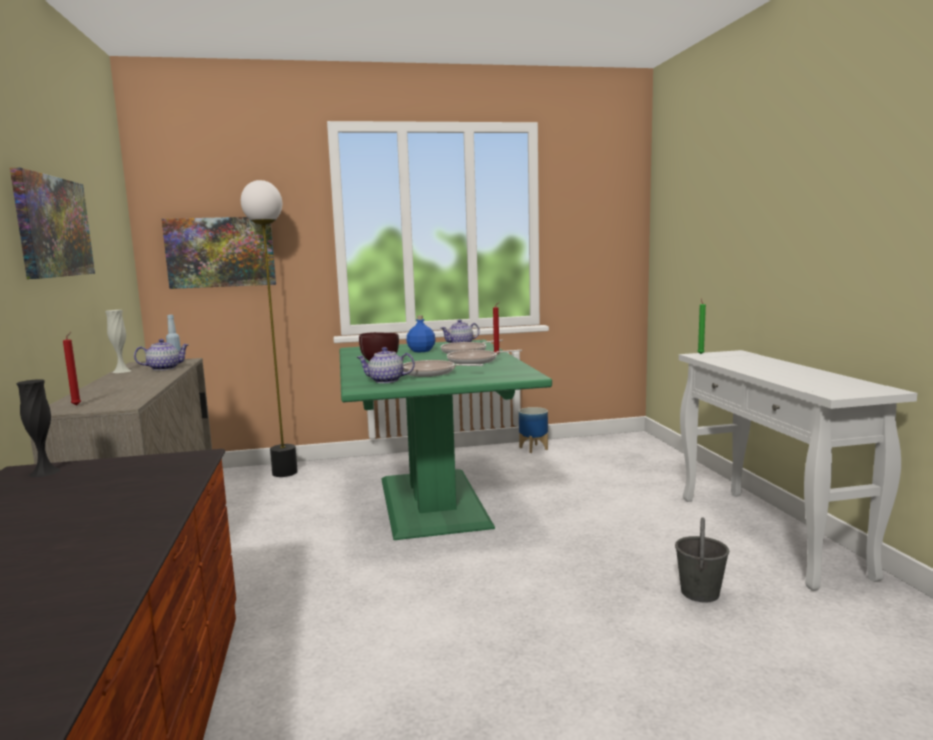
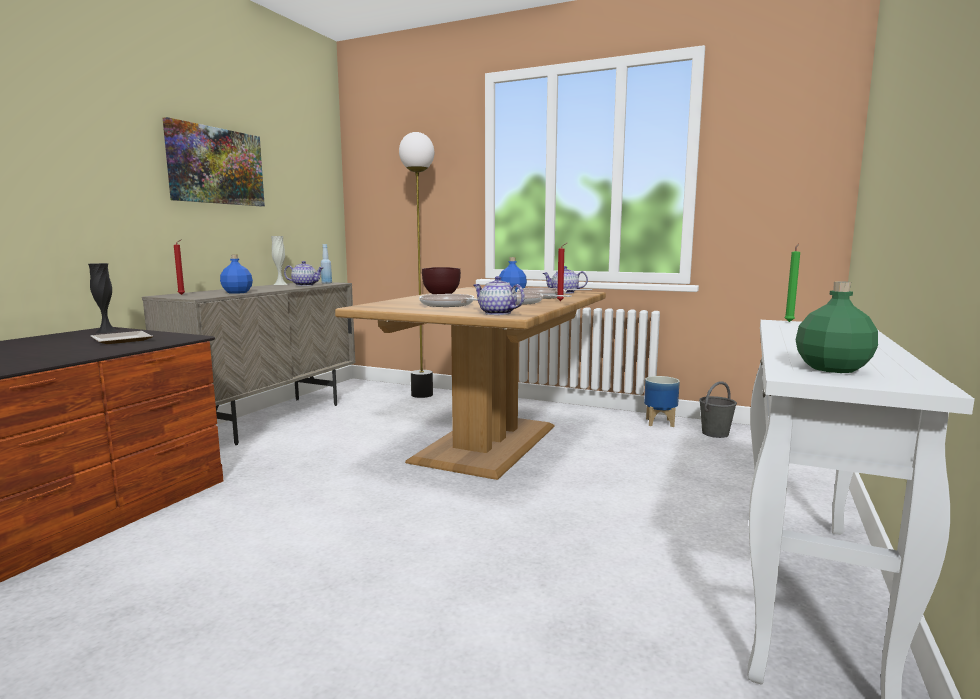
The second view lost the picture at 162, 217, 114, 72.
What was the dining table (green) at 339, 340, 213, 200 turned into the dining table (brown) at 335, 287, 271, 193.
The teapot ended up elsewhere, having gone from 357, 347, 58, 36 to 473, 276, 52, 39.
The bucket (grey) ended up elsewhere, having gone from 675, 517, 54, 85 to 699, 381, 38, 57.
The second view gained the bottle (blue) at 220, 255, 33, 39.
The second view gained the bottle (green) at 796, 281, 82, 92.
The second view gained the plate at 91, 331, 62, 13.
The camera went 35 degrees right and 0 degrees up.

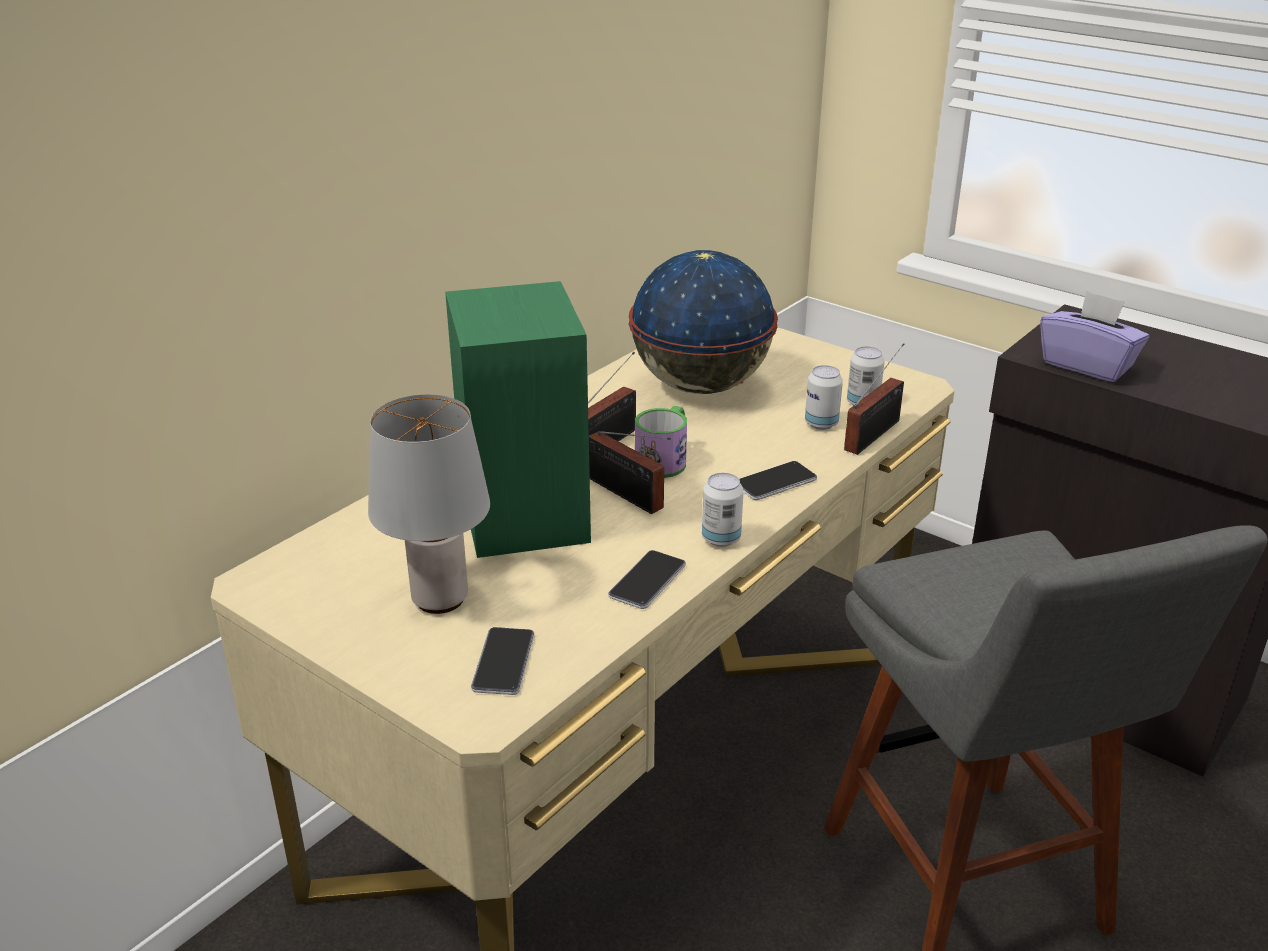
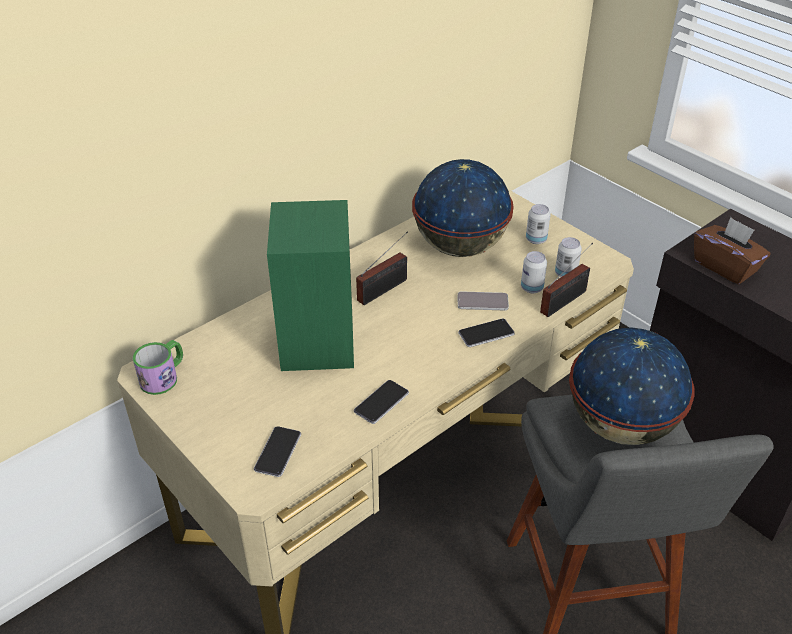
What was the tissue box (purple) at 1040, 291, 109, 91 turned into the tissue box (brown) at 694, 217, 77, 67.
The second view lost the table lamp (grey) at 368, 395, 122, 219.
The mug ended up elsewhere, having gone from 635, 406, 52, 72 to 133, 340, 50, 55.
The second view lost the radio at 589, 431, 82, 83.
The can ended up elsewhere, having gone from 702, 473, 42, 74 to 526, 204, 25, 40.
The second view gained the phone at 458, 291, 51, 20.
The second view gained the globe at 569, 327, 126, 118.
The camera went 10 degrees right and 10 degrees up.

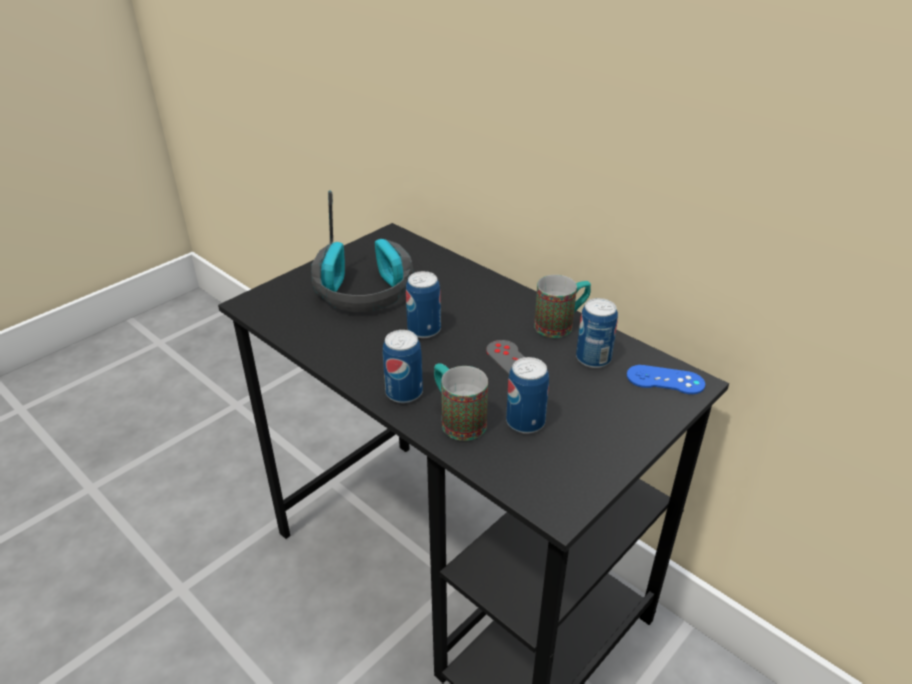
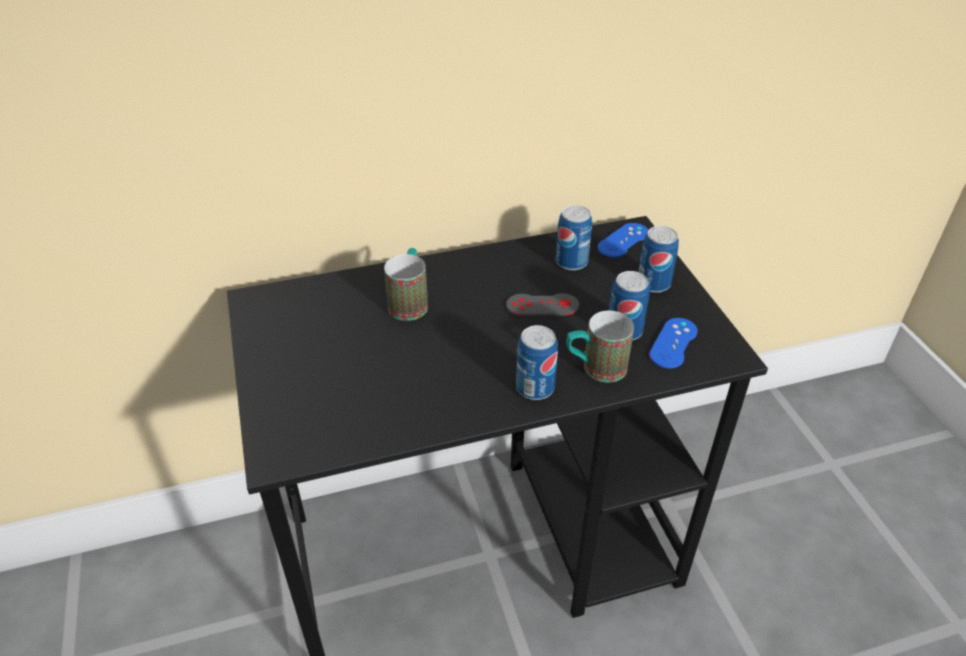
The second view lost the headphones at 311, 190, 103, 122.
The can ended up elsewhere, having gone from 406, 271, 35, 67 to 638, 226, 41, 67.
The mug ended up elsewhere, having gone from 534, 275, 57, 63 to 384, 248, 44, 73.
The second view gained the game controller (blue) at 649, 318, 49, 51.
The camera went 60 degrees left and 5 degrees up.

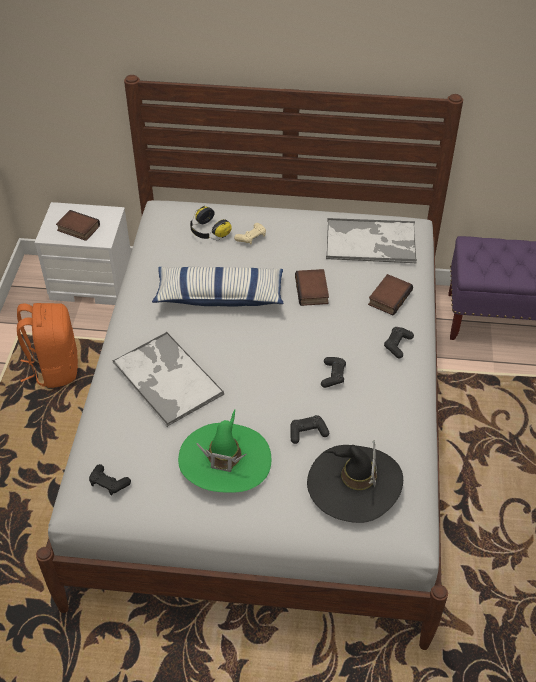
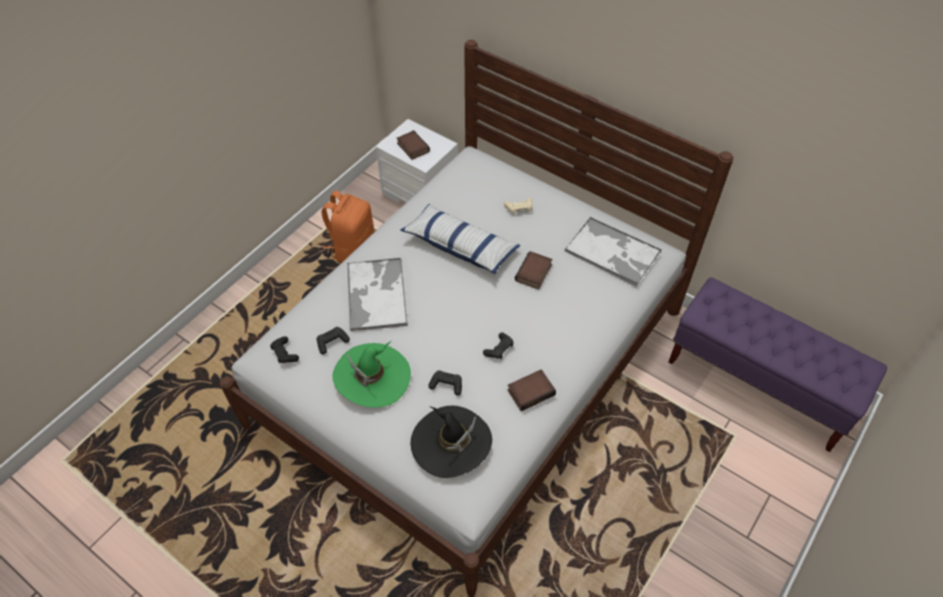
The second view lost the headphones at 190, 206, 42, 35.
The book ended up elsewhere, having gone from 368, 274, 45, 42 to 508, 369, 48, 42.
The game controller (black) ended up elsewhere, having gone from 384, 327, 30, 31 to 317, 327, 33, 27.
The camera went 30 degrees right and 5 degrees up.

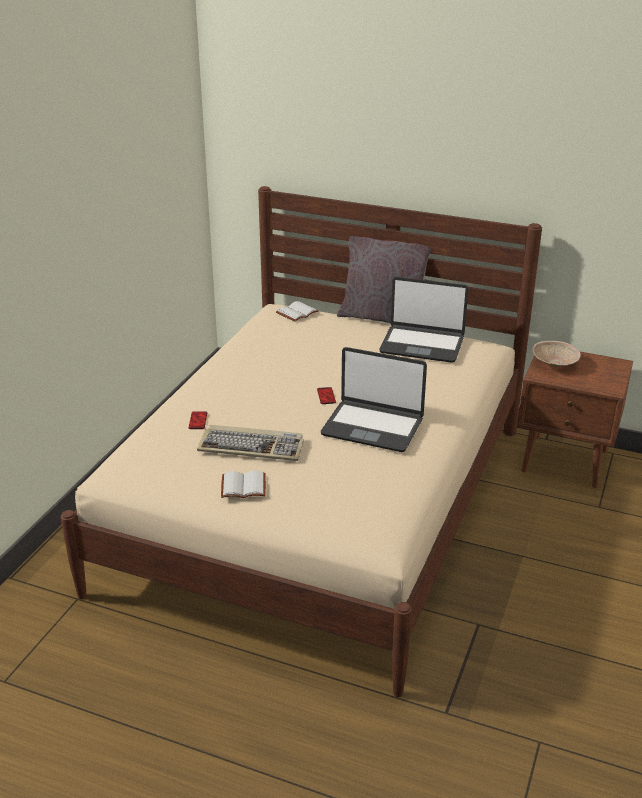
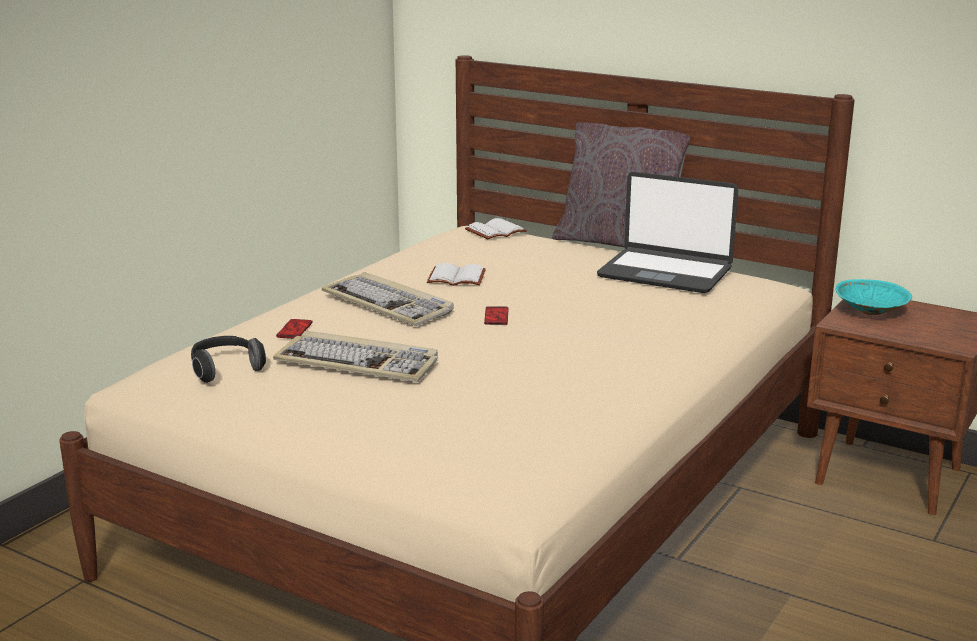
What was the bowl (beige) at 533, 341, 48, 26 turned into the bowl (turquoise) at 835, 279, 77, 36.
The second view lost the laptop at 321, 347, 106, 105.
The book (white) ended up elsewhere, having gone from 221, 471, 45, 27 to 427, 263, 59, 23.
The second view gained the keyboard at 322, 272, 132, 54.
The second view gained the headphones at 191, 336, 75, 47.
The camera went 10 degrees right and 10 degrees down.

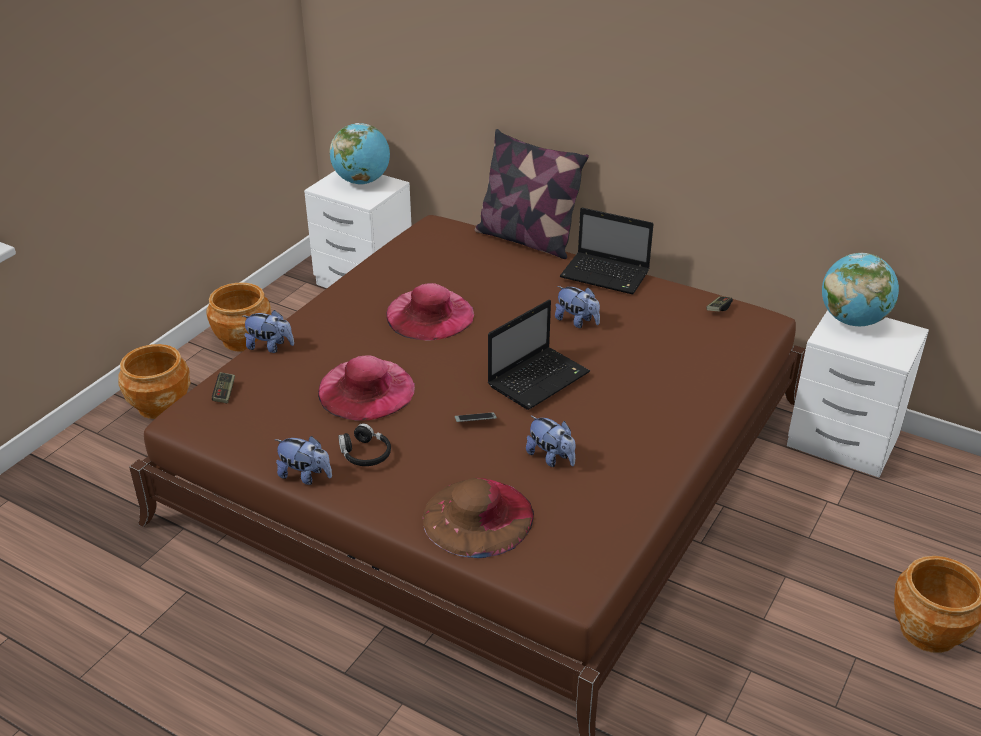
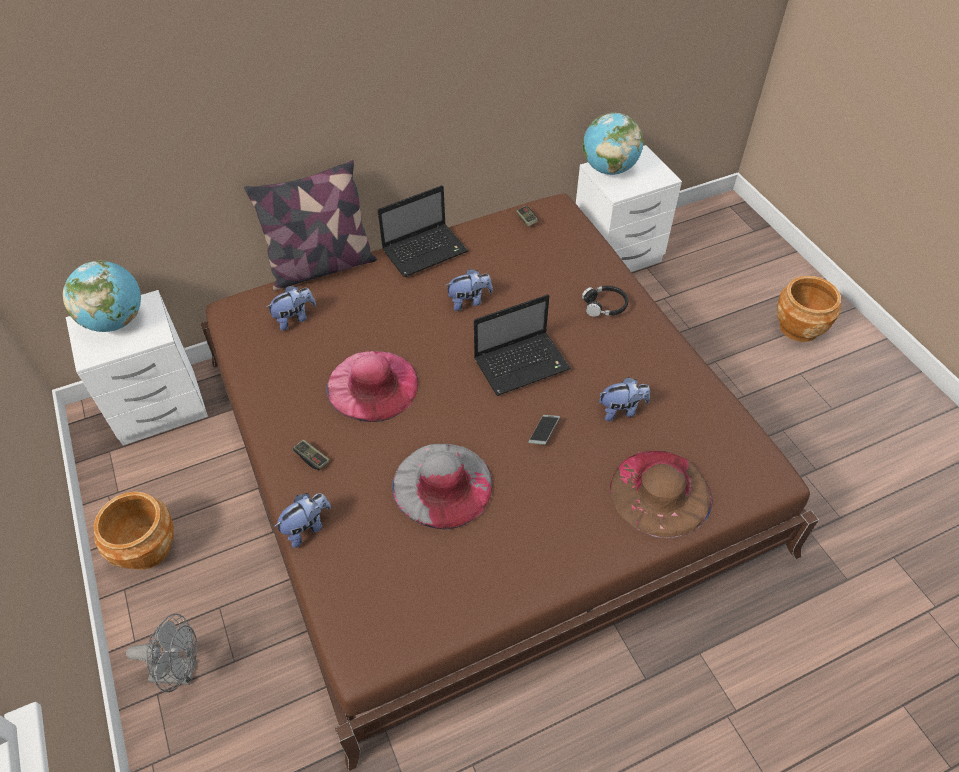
The laptop at 488, 300, 102, 110 ended up facing another way, 75 degrees clockwise from before.
Where the planter (brown) stood at 118, 344, 73, 75, the fan (grey) came to stand at 126, 614, 71, 78.
What was the hat (pink) at 318, 356, 97, 65 turned into the hat (grey) at 392, 444, 100, 86.
The game controller ended up elsewhere, having gone from 212, 372, 23, 31 to 293, 439, 37, 31.
The headphones (black) ended up elsewhere, having gone from 338, 423, 53, 43 to 582, 286, 46, 31.
The plush toy ended up elsewhere, having gone from 275, 436, 57, 49 to 266, 286, 50, 45.
The camera went 55 degrees left and 15 degrees up.

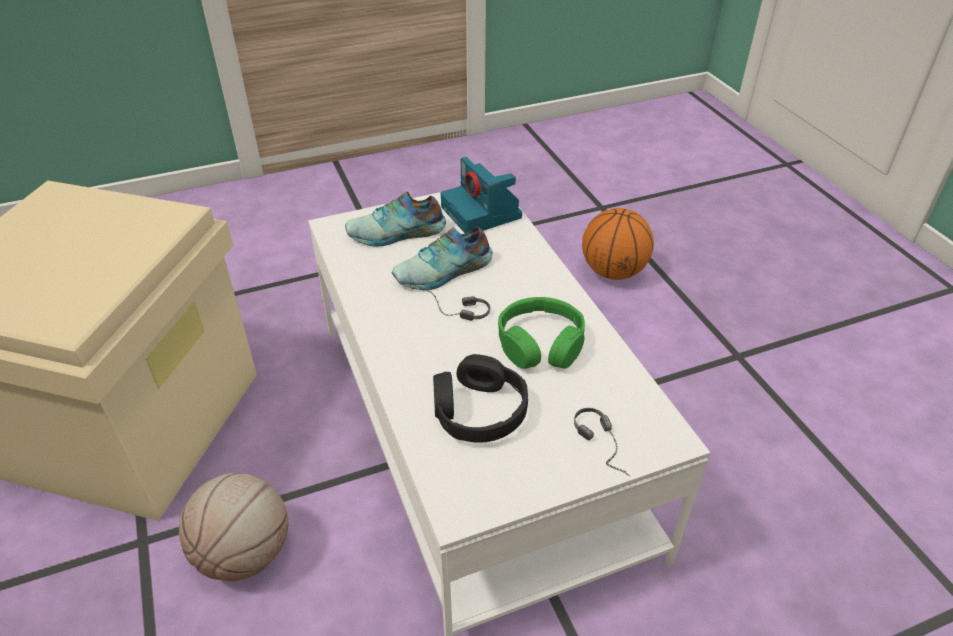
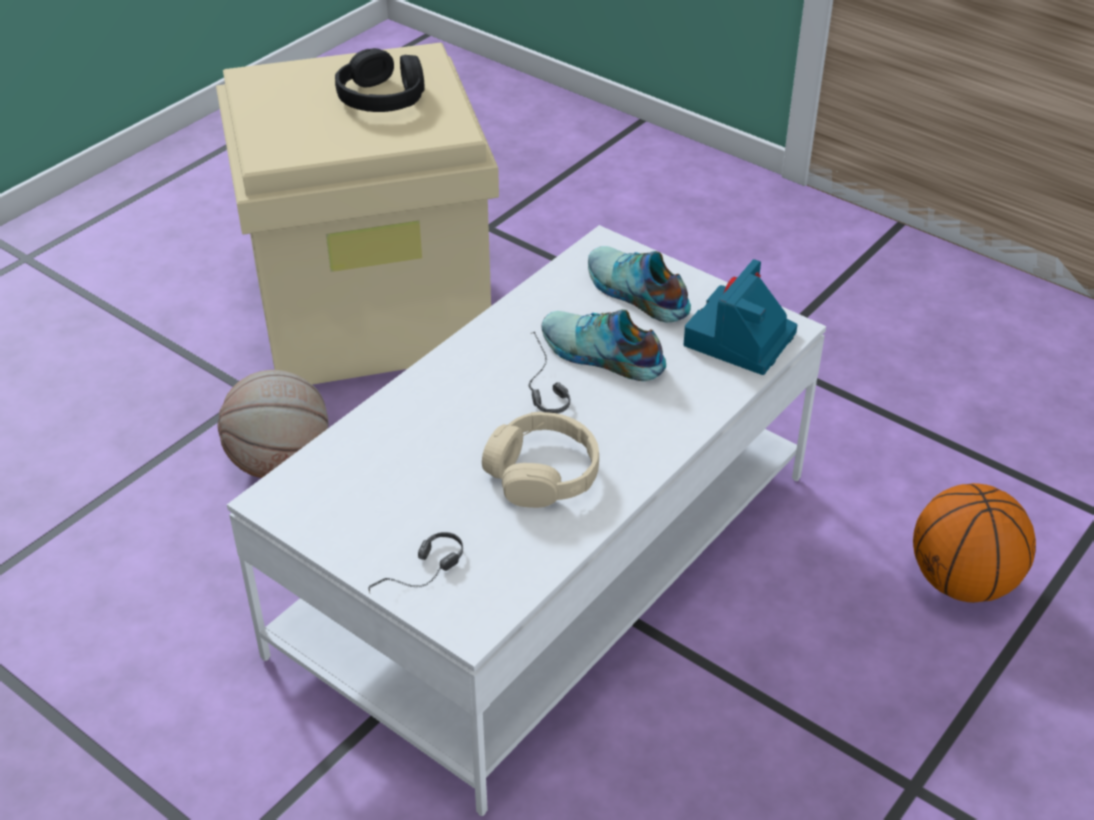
What was the headphones (green) at 498, 297, 87, 72 turned into the headphones (beige) at 482, 412, 117, 96.
The headphones (black) ended up elsewhere, having gone from 433, 354, 95, 89 to 335, 48, 90, 64.
The camera went 60 degrees right and 0 degrees up.

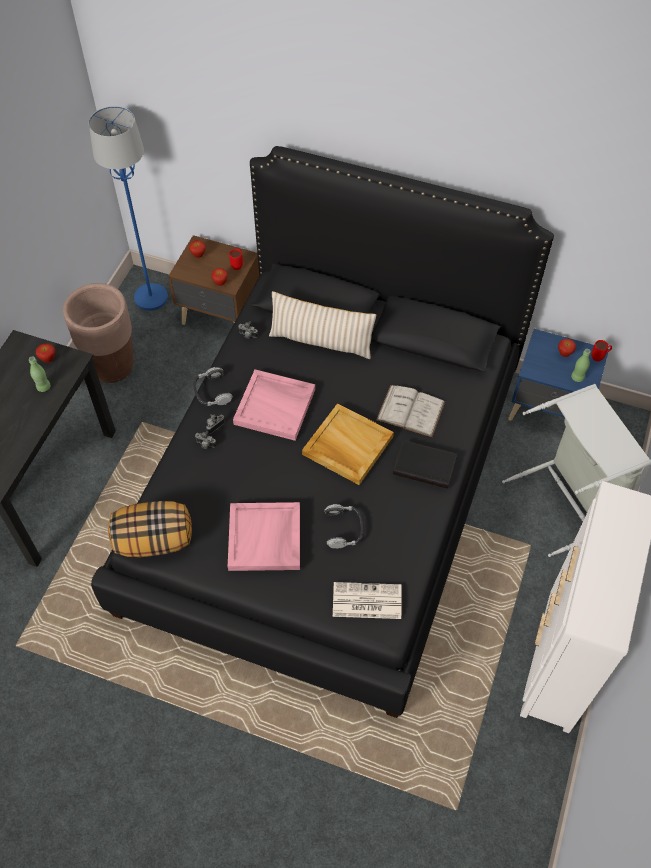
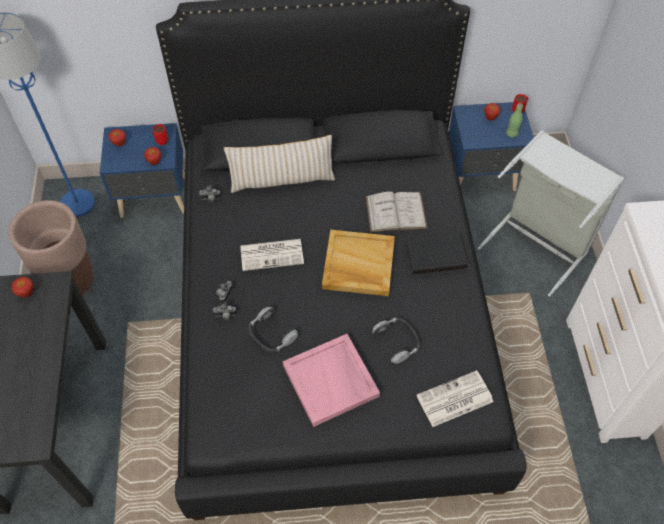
What was the nightstand (brown) at 168, 235, 92, 90 turned into the nightstand (blue) at 100, 123, 85, 95.
The second view lost the bottle (green) at 29, 356, 22, 36.
The headphones ended up elsewhere, having gone from 193, 367, 40, 39 to 249, 307, 49, 45.
Where the tray (pink) stood at 233, 369, 82, 72, the newspaper came to stand at 240, 239, 64, 32.
The second view lost the pillow at 108, 501, 84, 56.
The camera went 25 degrees left and 0 degrees up.

